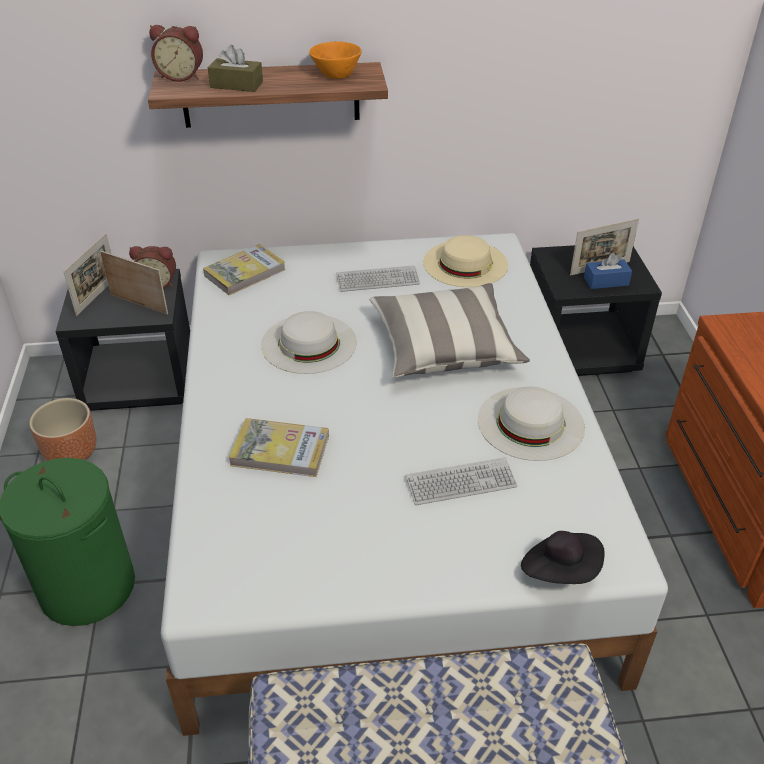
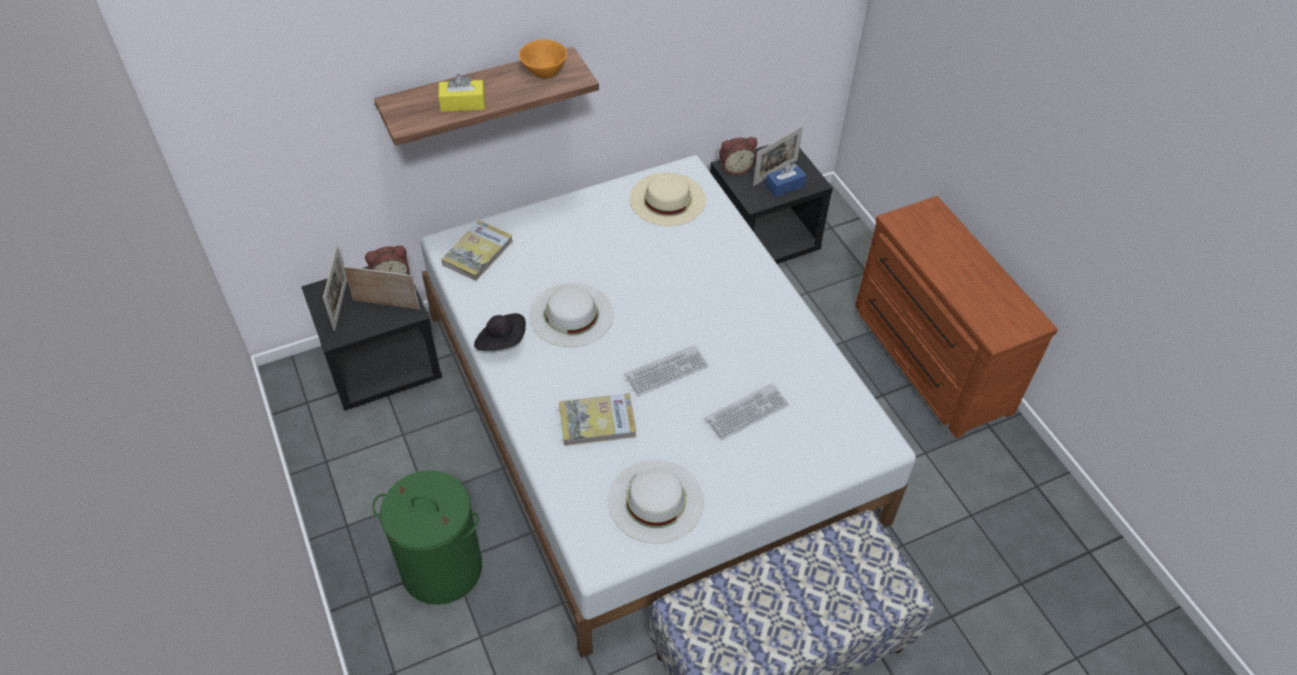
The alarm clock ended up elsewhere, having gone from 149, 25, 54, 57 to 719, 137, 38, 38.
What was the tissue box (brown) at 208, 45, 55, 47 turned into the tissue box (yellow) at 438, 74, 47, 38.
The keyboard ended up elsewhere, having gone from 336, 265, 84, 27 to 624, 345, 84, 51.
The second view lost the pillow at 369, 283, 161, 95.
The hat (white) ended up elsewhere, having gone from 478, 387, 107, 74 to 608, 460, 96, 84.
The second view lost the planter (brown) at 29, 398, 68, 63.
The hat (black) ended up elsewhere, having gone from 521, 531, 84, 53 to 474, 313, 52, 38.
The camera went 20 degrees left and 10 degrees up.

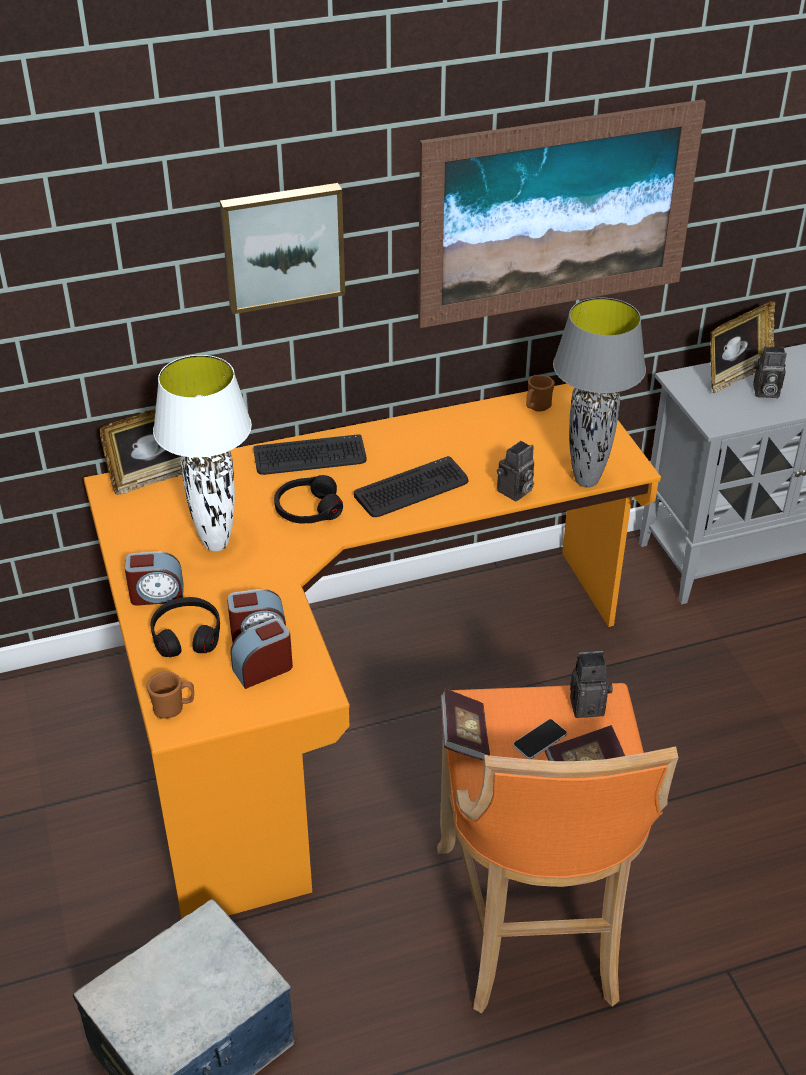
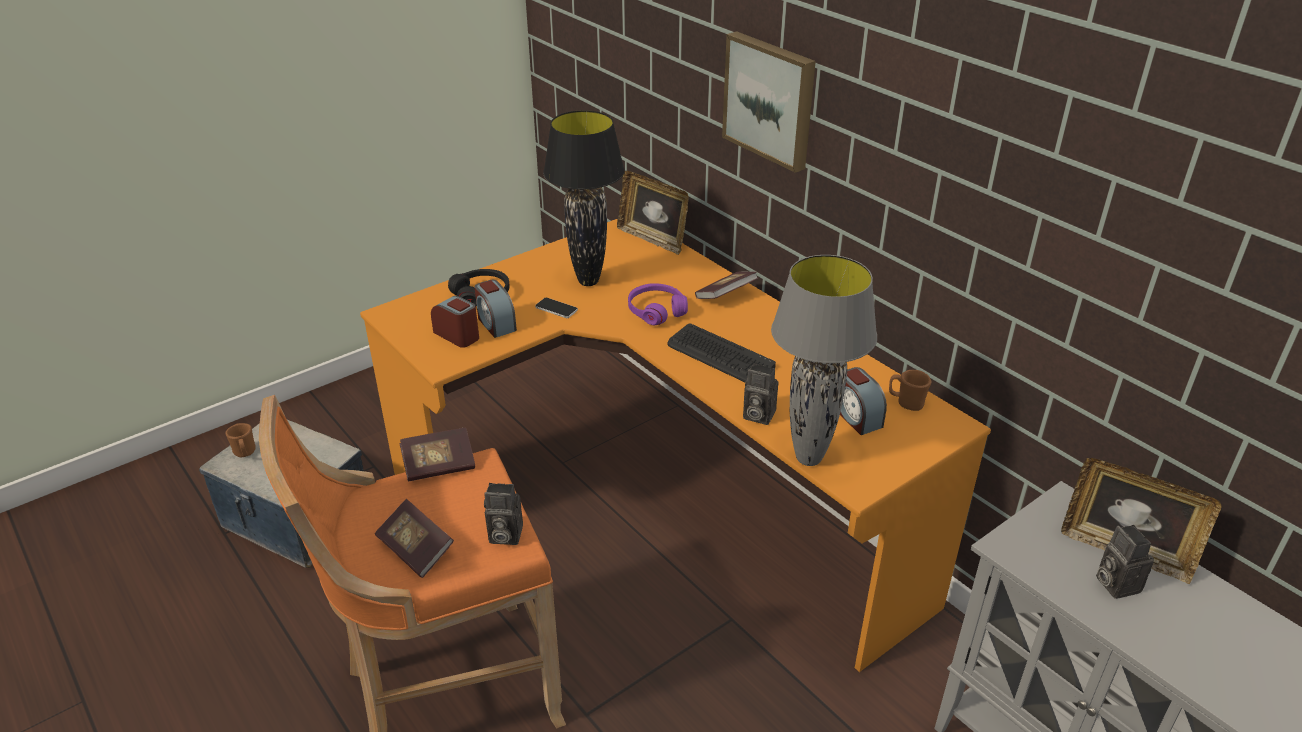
The second view lost the picture at 418, 100, 288, 228.
What was the table lamp (white) at 153, 355, 99, 196 turned into the table lamp (black) at 543, 110, 82, 176.
Where the keyboard stood at 253, 434, 114, 41, the book came to stand at 695, 272, 63, 27.
What was the headphones (black) at 274, 475, 69, 49 turned into the headphones (purple) at 628, 283, 60, 42.
The alarm clock ended up elsewhere, having gone from 125, 551, 58, 55 to 840, 367, 47, 68.
The photo camera at 570, 651, 43, 67 ended up facing another way, 120 degrees clockwise from before.
The mug (brown) ended up elsewhere, having gone from 146, 671, 48, 48 to 226, 423, 30, 34.
The phone ended up elsewhere, having gone from 513, 719, 54, 40 to 535, 298, 43, 20.
The camera went 70 degrees right and 5 degrees down.

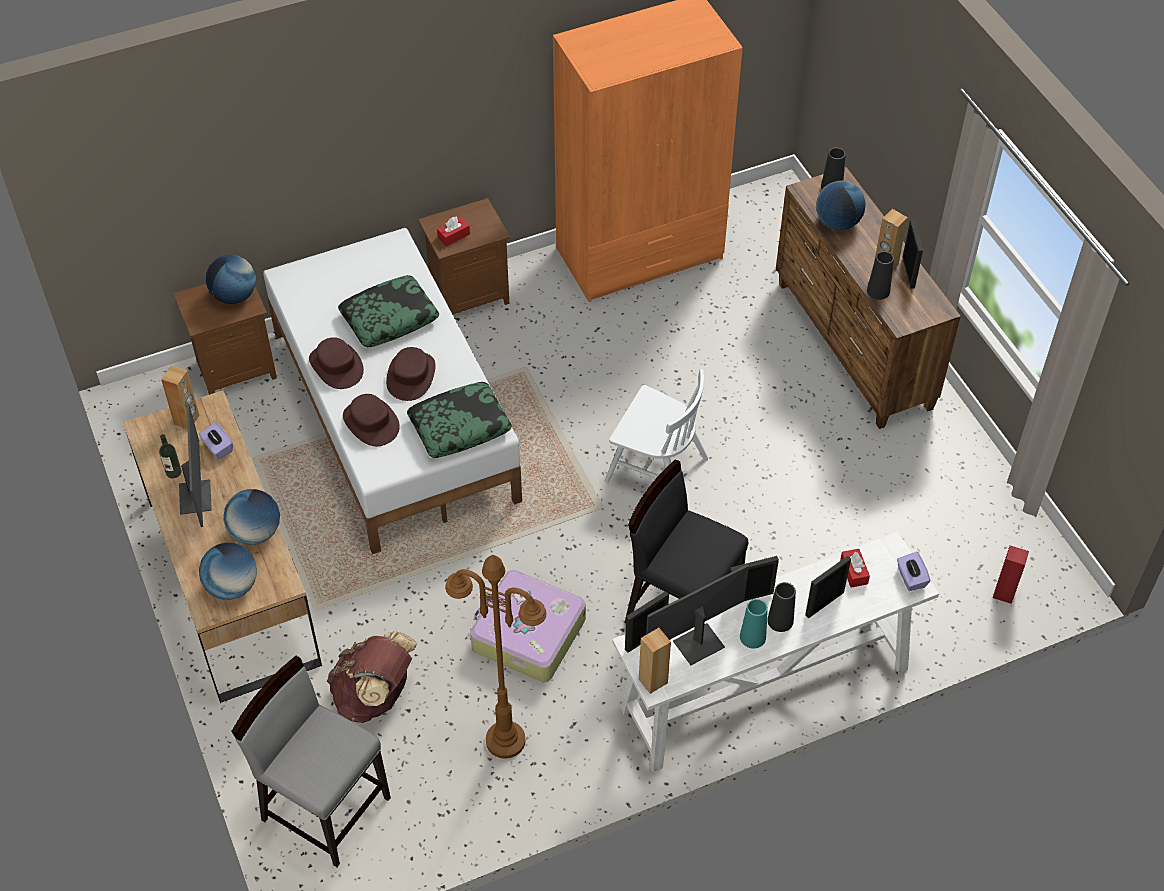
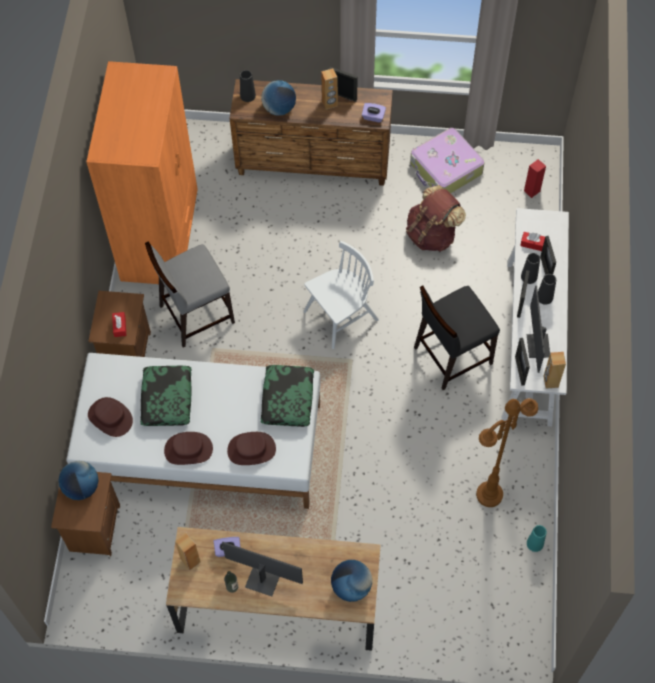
The vase (black) ended up elsewhere, having gone from 867, 251, 27, 49 to 521, 253, 19, 31.
The hat (brown) ended up elsewhere, having gone from 386, 347, 50, 54 to 88, 397, 45, 40.
The second view lost the globe at 223, 489, 57, 56.
The tissue box (purple) ended up elsewhere, having gone from 897, 551, 34, 40 to 362, 103, 24, 20.
The suitcase ended up elsewhere, having gone from 470, 570, 116, 112 to 410, 128, 74, 65.
The vase (turquoise) ended up elsewhere, having gone from 740, 599, 28, 50 to 527, 525, 20, 27.
The backpack (brown) ended up elsewhere, having gone from 327, 631, 90, 92 to 406, 185, 60, 67.
The chair (grey) ended up elsewhere, having gone from 231, 656, 160, 211 to 145, 241, 90, 106.
The camera went 60 degrees left and 10 degrees up.

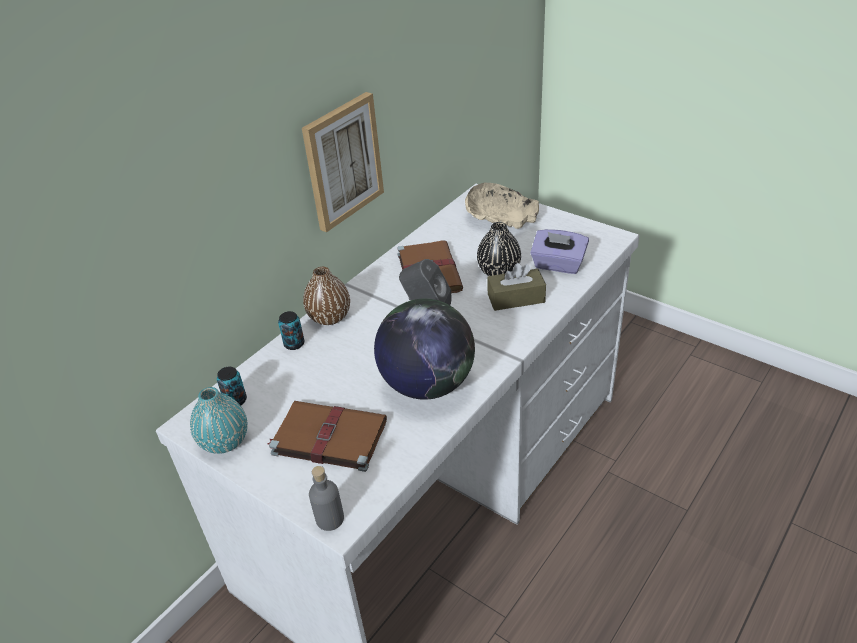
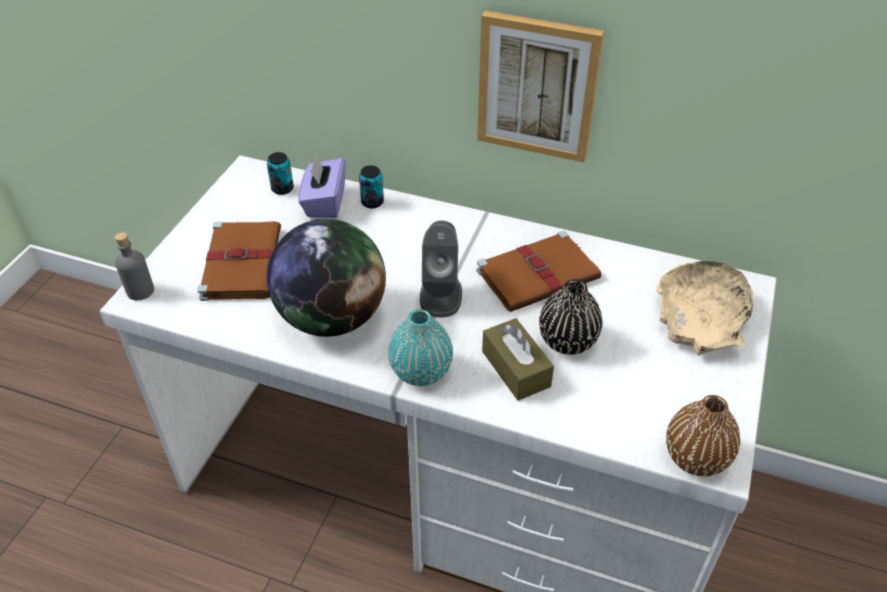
The tissue box (purple) ended up elsewhere, having gone from 530, 229, 59, 45 to 299, 155, 47, 63.
The vase (brown) ended up elsewhere, having gone from 303, 267, 47, 58 to 666, 395, 74, 81.
The vase (turquoise) ended up elsewhere, having gone from 190, 387, 58, 67 to 388, 309, 65, 77.
The camera went 70 degrees right and 5 degrees up.

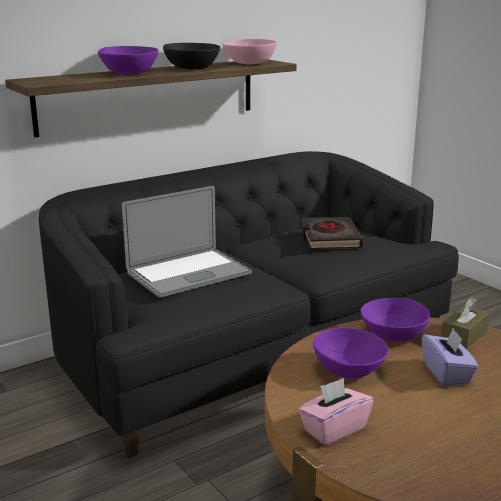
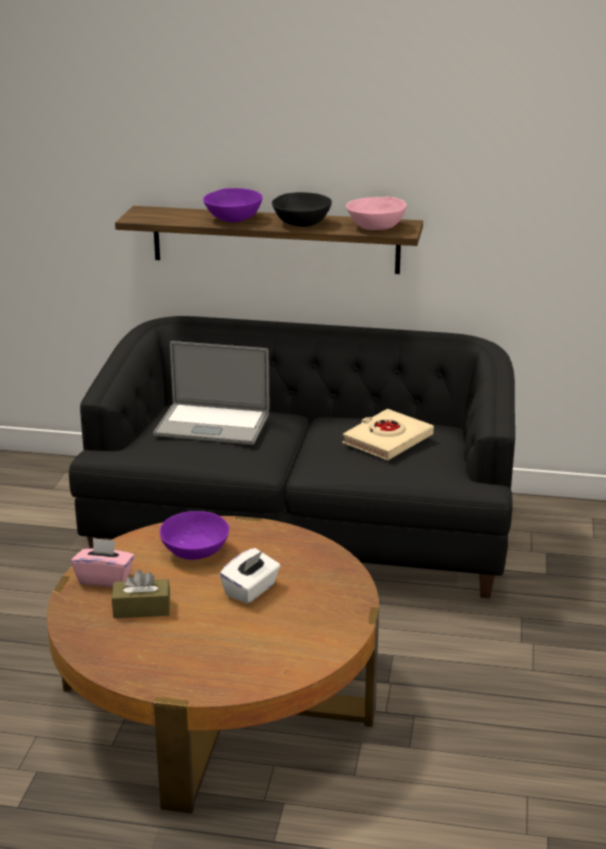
What was the book (black) at 301, 217, 62, 32 turned into the book (beige) at 342, 409, 92, 51.
The second view lost the bowl (purple) at 361, 298, 69, 44.
The tissue box (brown) ended up elsewhere, having gone from 441, 298, 49, 51 to 112, 570, 58, 48.
What was the tissue box (purple) at 422, 328, 57, 59 turned into the tissue box (white) at 220, 548, 60, 56.
The camera went 45 degrees right and 5 degrees up.

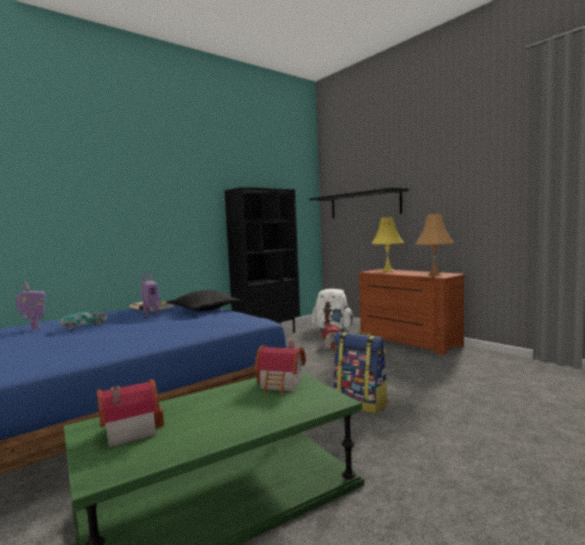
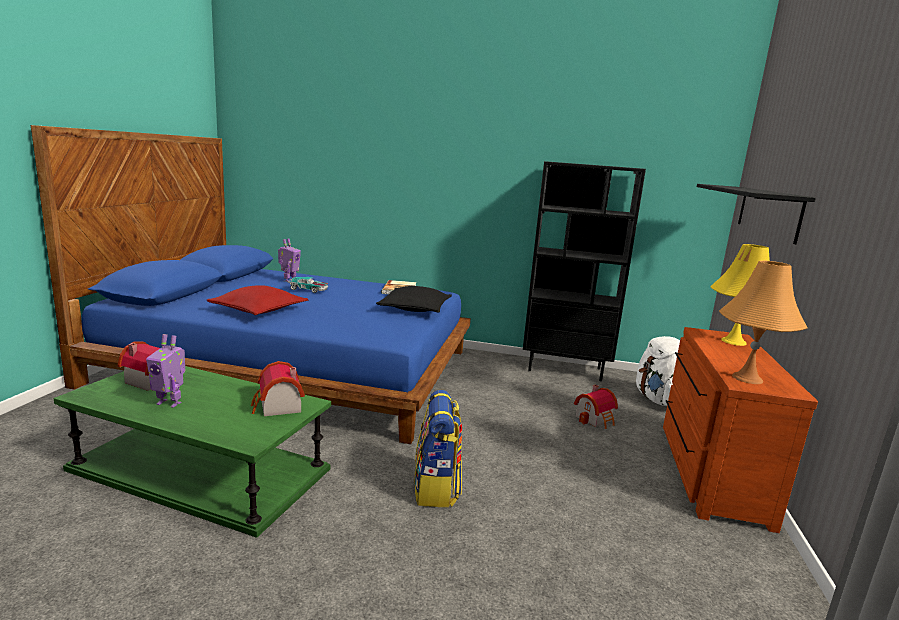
The toy robot ended up elsewhere, having gone from 141, 272, 19, 45 to 146, 334, 39, 74.
The second view gained the pillow (red) at 207, 285, 101, 30.
The camera went 50 degrees right and 10 degrees up.

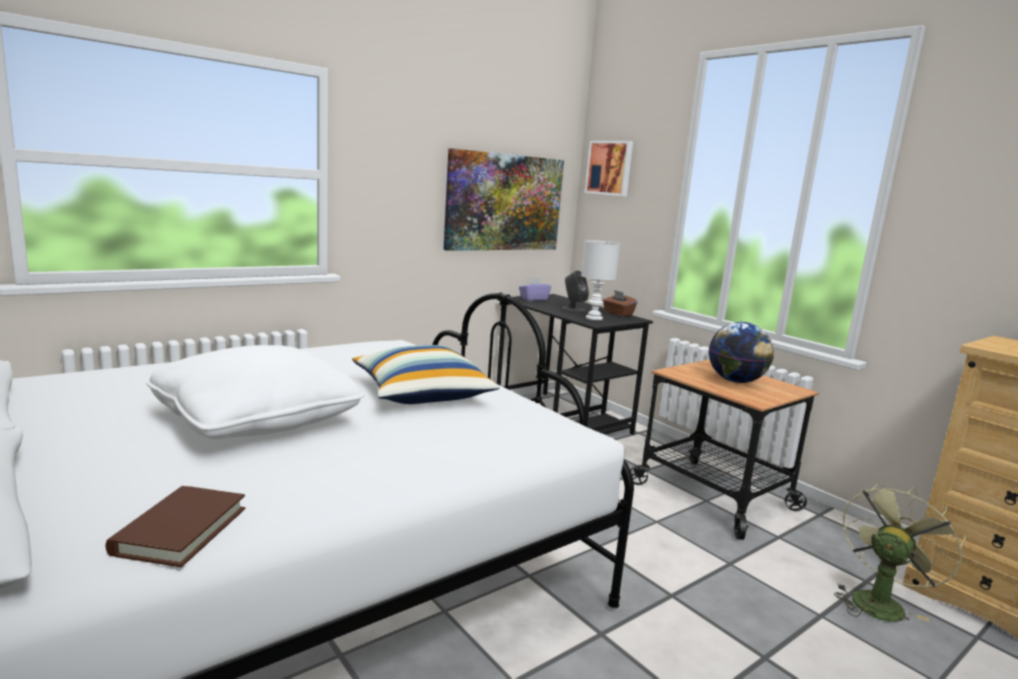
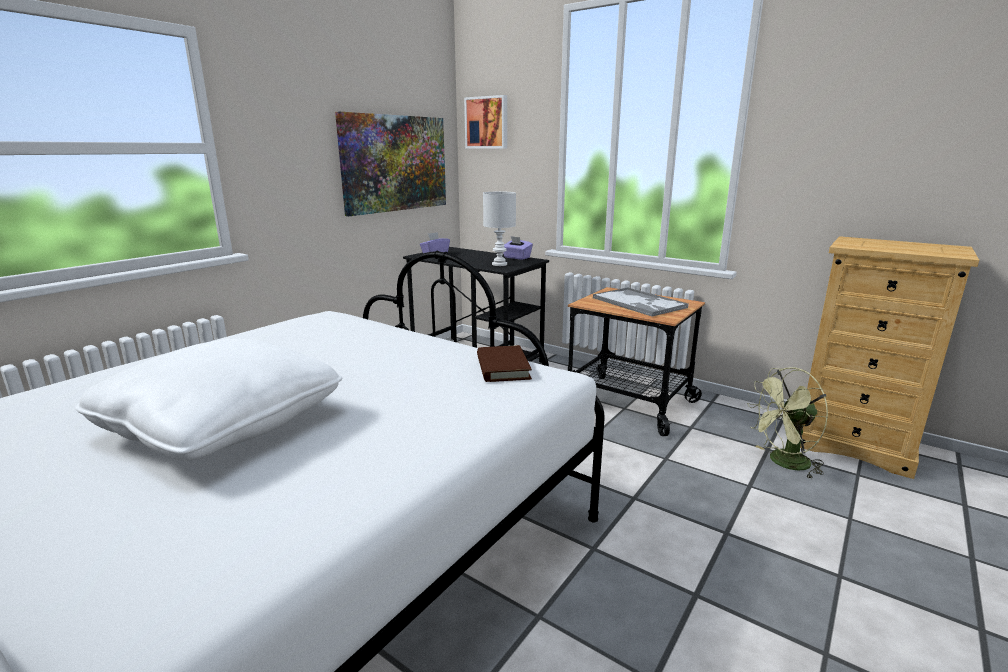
The second view lost the speaker (grey) at 562, 270, 27, 43.
What was the tissue box (brown) at 603, 290, 34, 27 turned into the tissue box (purple) at 503, 236, 30, 24.
Where the globe stood at 709, 322, 65, 61, the tray came to stand at 593, 287, 96, 30.
The second view lost the pillow at 352, 345, 148, 59.
The fan (green) at 834, 482, 132, 140 ended up facing another way, 135 degrees counterclockwise from before.
The book (brown) ended up elsewhere, having gone from 106, 486, 139, 81 to 477, 345, 55, 37.
The camera went 15 degrees left and 5 degrees up.

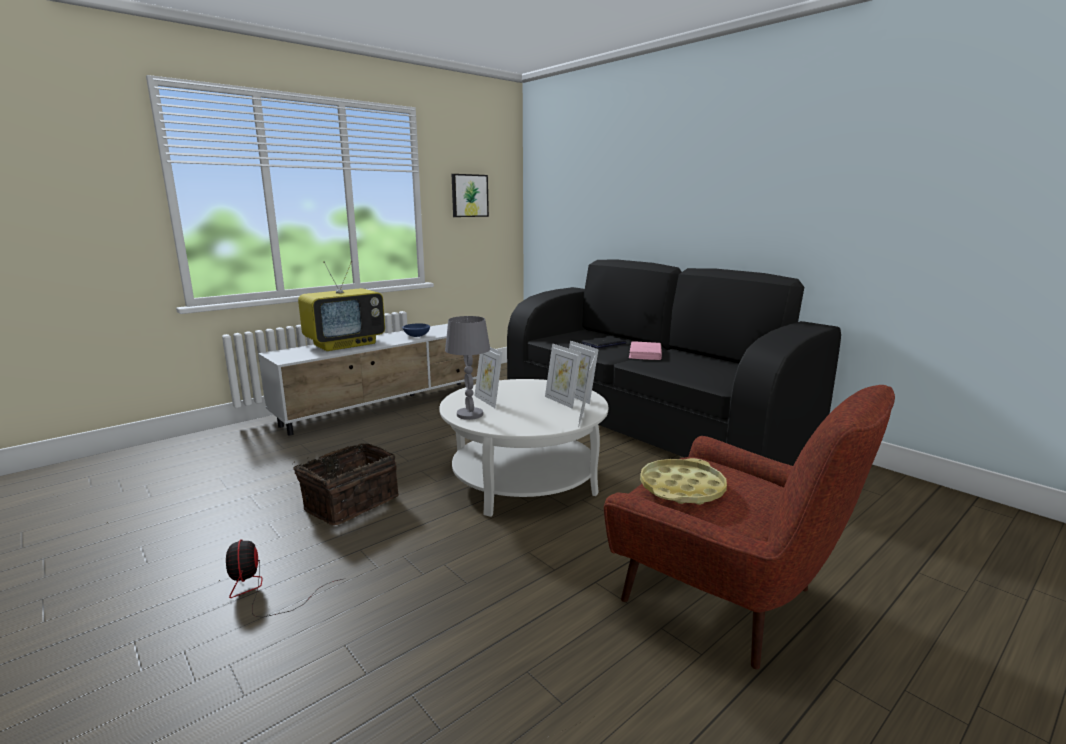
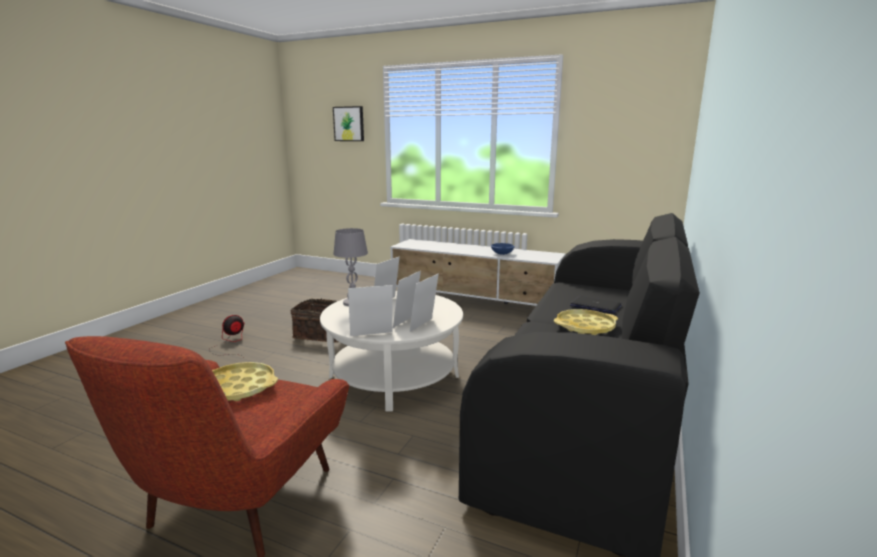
The picture ended up elsewhere, having gone from 452, 174, 37, 43 to 333, 106, 31, 35.
The second view lost the television at 298, 260, 87, 91.
Where the book (pink) stood at 629, 342, 33, 18, the tray (yellow) came to stand at 554, 309, 64, 26.
The camera went 65 degrees right and 0 degrees up.

